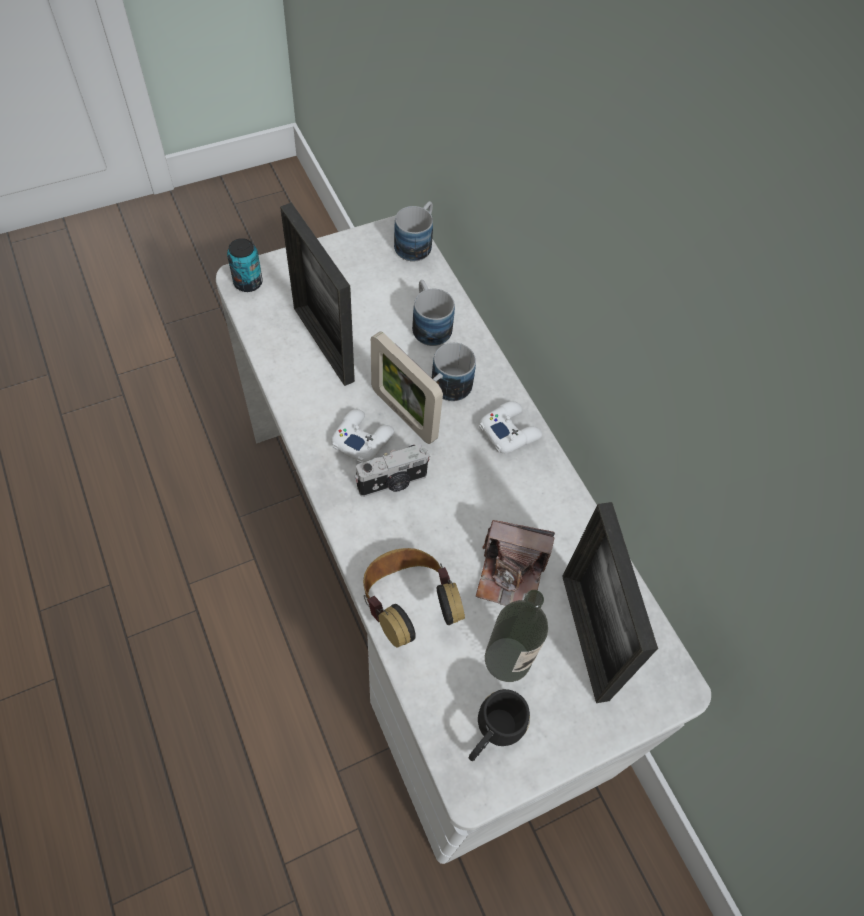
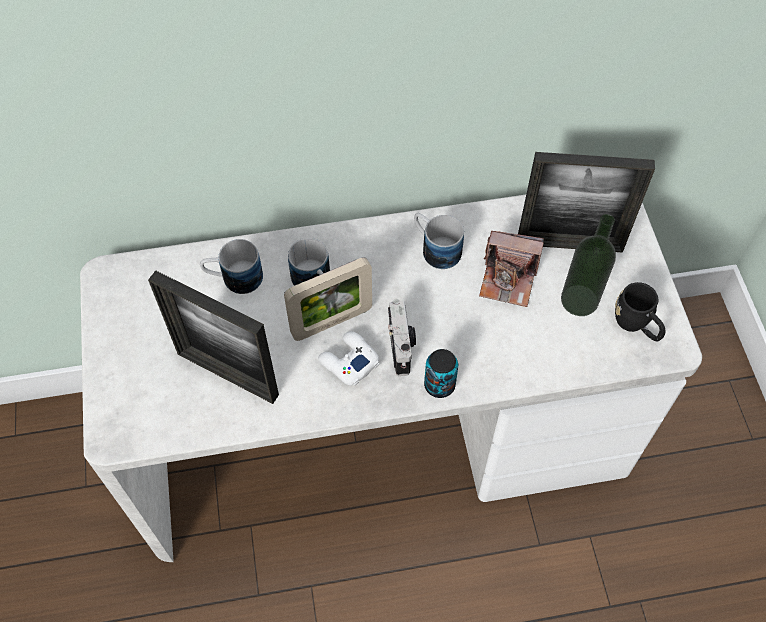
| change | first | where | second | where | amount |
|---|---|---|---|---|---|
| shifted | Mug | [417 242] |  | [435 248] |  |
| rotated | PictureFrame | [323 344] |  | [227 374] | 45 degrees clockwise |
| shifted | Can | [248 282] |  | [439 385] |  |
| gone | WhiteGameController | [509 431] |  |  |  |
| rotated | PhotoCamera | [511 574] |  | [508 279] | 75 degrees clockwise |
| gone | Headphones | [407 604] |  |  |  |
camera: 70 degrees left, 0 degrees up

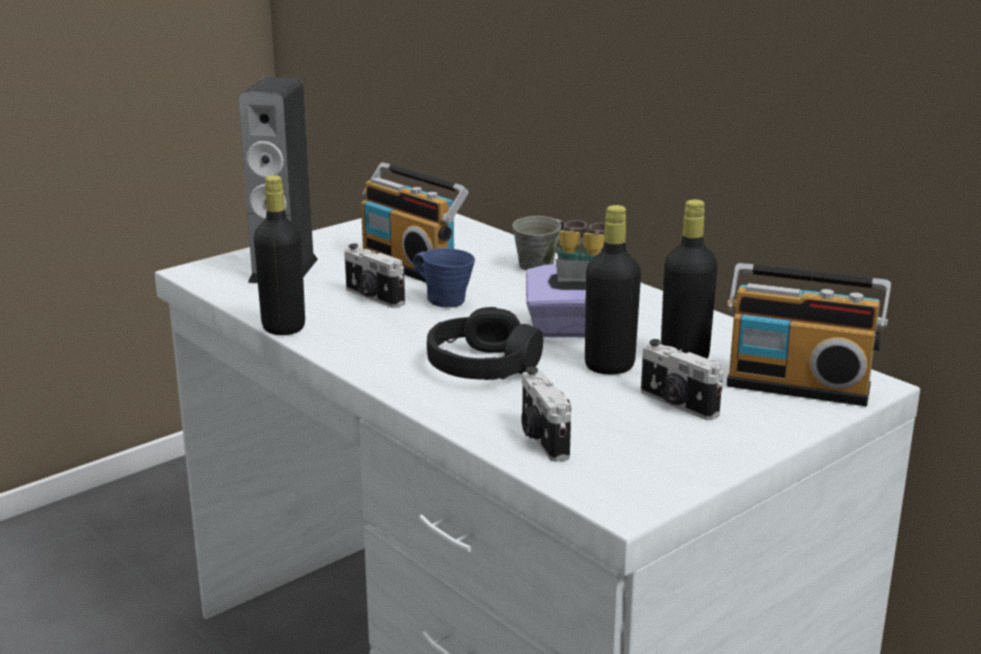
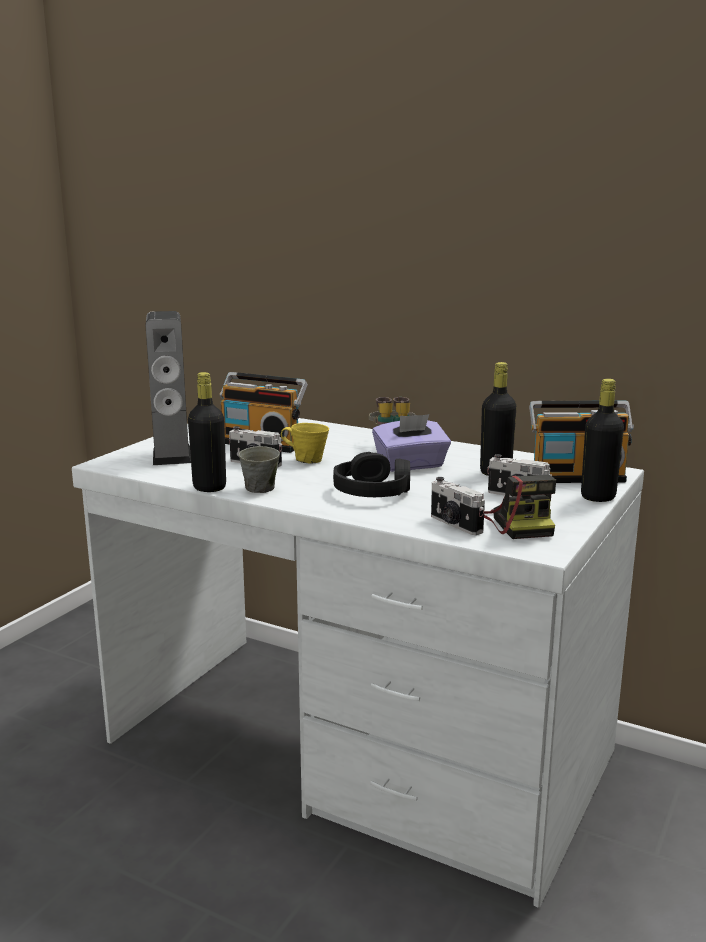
| change | first | where | second | where | amount |
|---|---|---|---|---|---|
| shifted | BlackBottle | [609 366] |  | [598 497] |  |
| shifted | GreyMug | [538 265] |  | [262 487] |  |
| repainted | BlueMug | [444 300] | YellowMug | [307 460] |  |
| new |  |  | PhotoCamera | [520 524] |  |
camera: 20 degrees left, 5 degrees down

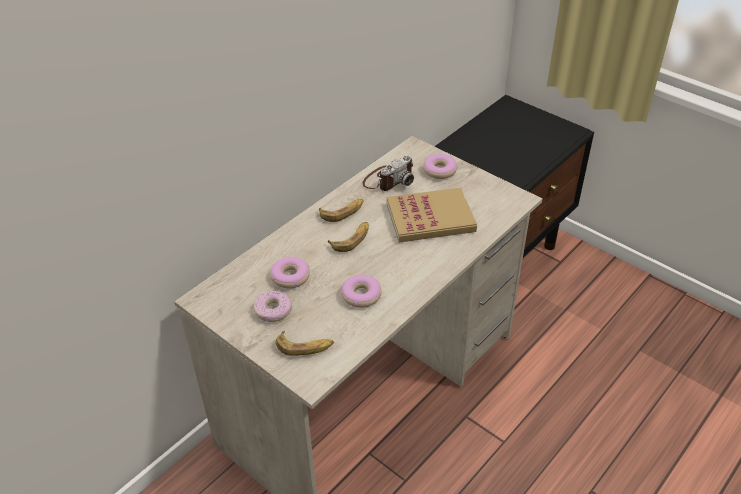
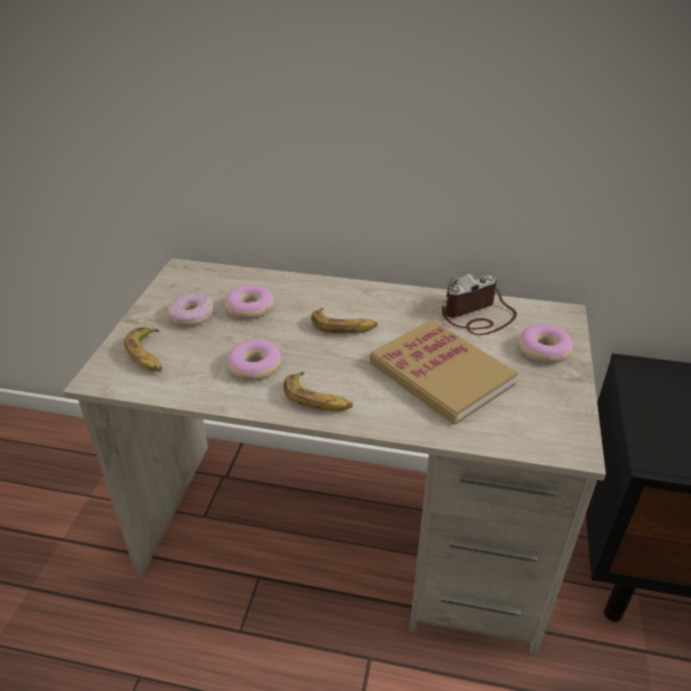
| change | first | where | second | where | amount |
|---|---|---|---|---|---|
| rotated | PhotoCamera | [388 179] |  | [478 316] | 135 degrees clockwise |
| shifted | Banana | [342 212] |  | [317 399] |  |
camera: 60 degrees right, 5 degrees down

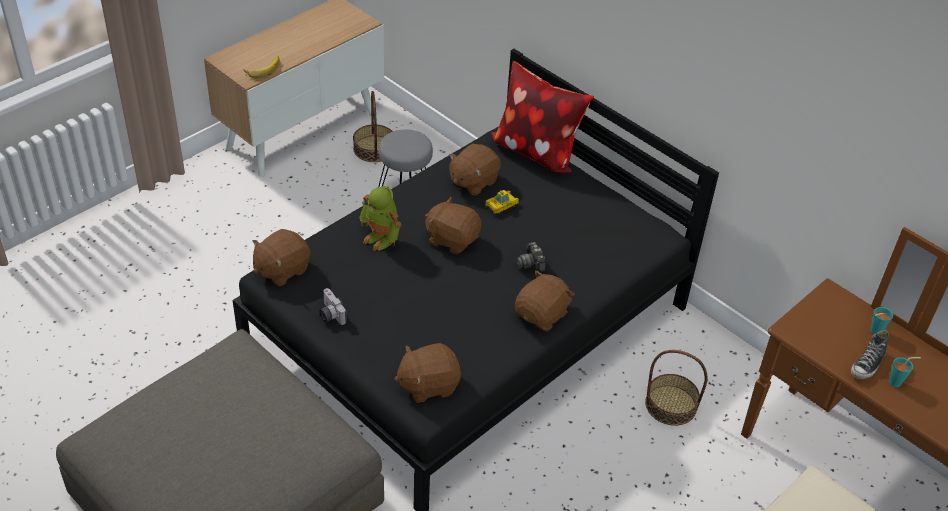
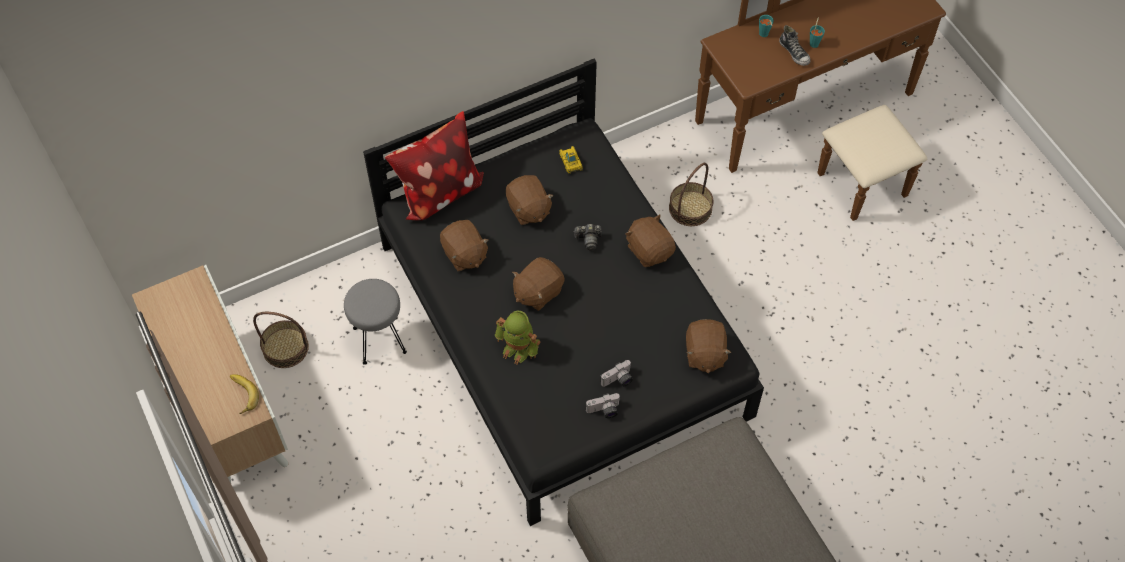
| change | first | where | second | where | amount |
|---|---|---|---|---|---|
| rotated | ToyRobot | [381 238] |  | [518 348] | 60 degrees clockwise |
| shifted | ToyCar | [502 205] |  | [570 162] |  |
| shifted | BrownPlushToy | [281 269] |  | [528 209] |  |
| new |  |  | PhotoCamera | [618 381] |  |
camera: 70 degrees left, 15 degrees up

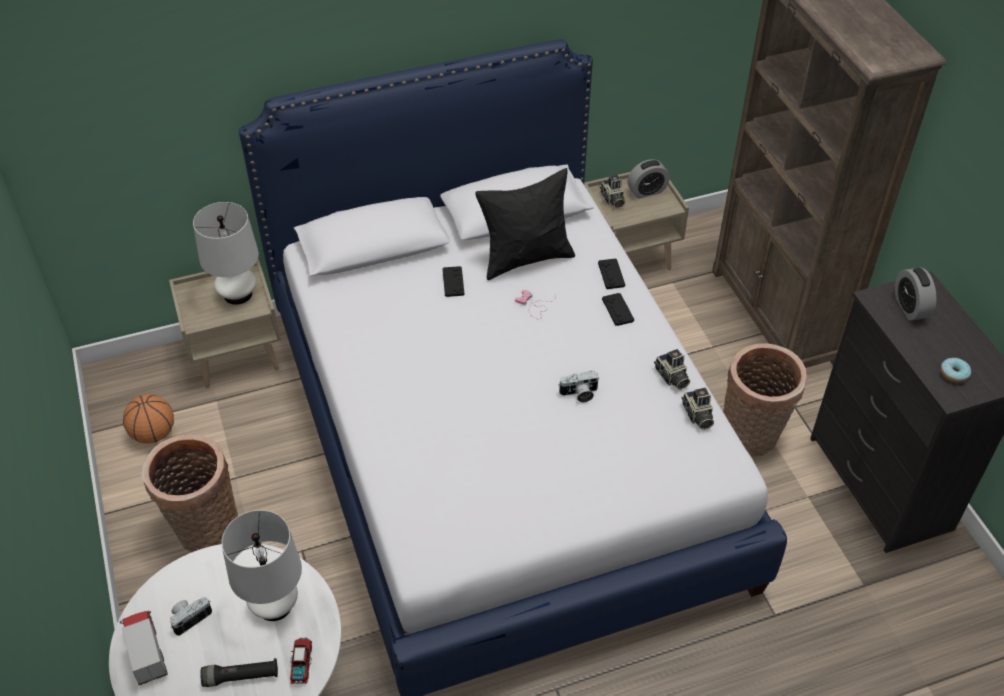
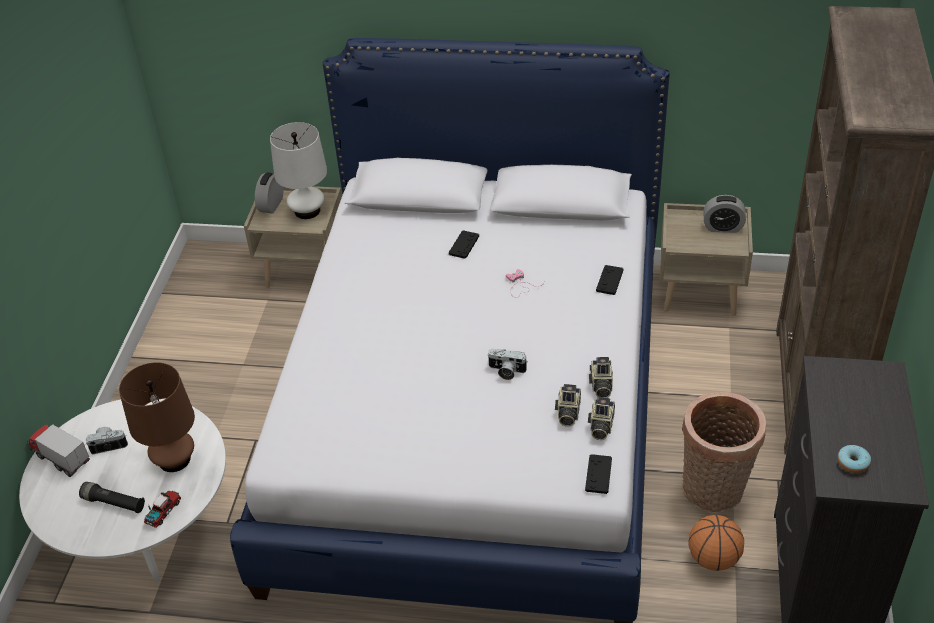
| change | first | where | second | where | amount |
|---|---|---|---|---|---|
| gone | BlackPillow | [526 258] |  |  |  |
| shifted | PhotoCamera | [612 200] |  | [567 413] |  |
| shifted | AlarmClock | [910 307] |  | [271 205] |  |
| shifted | BlackGameController | [617 310] |  | [598 474] |  |
| shifted | Basketball | [153 434] |  | [713 558] |  |
| gone | Basket | [204 530] |  |  |  |
| repainted | WhiteTableLamp | [274 605] | BrownTableLamp | [174 459] |  |
| rotated | ToyTruck | [147 654] |  | [61 459] | 60 degrees counterclockwise |
camera: 30 degrees right, 5 degrees down

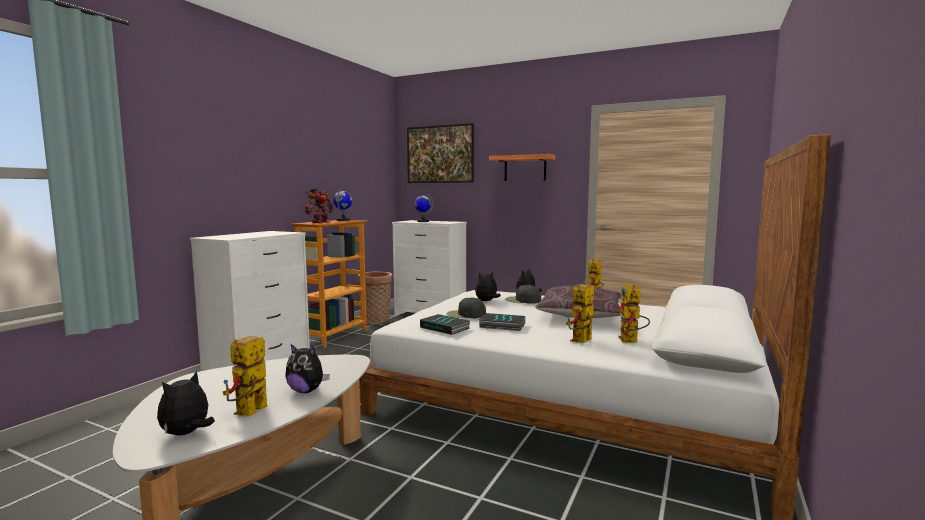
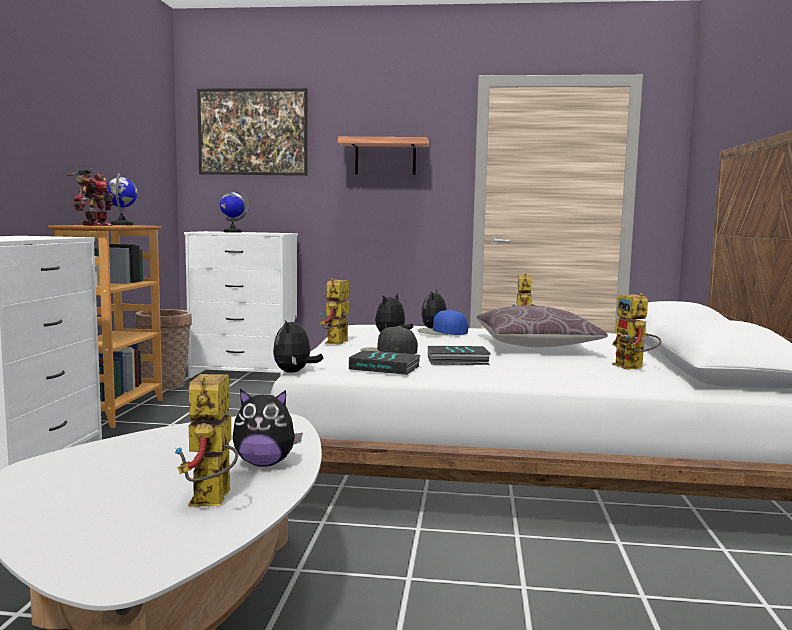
| change | first | where | second | where | amount |
|---|---|---|---|---|---|
| shifted | ToyRobot | [581 342] |  | [336 343] |  |
| repainted | BlackCap | [522 300] | BlueCap | [442 332] |  |
| shifted | PlushToy | [187 433] |  | [294 372] |  |
camera: 20 degrees left, 0 degrees up

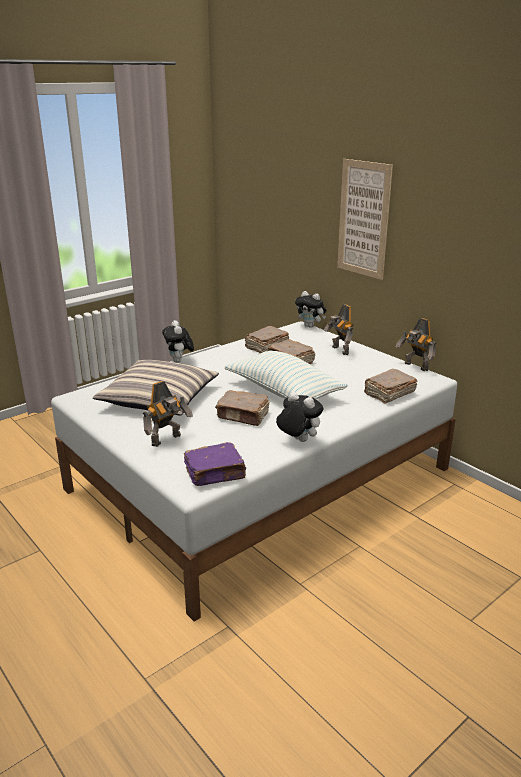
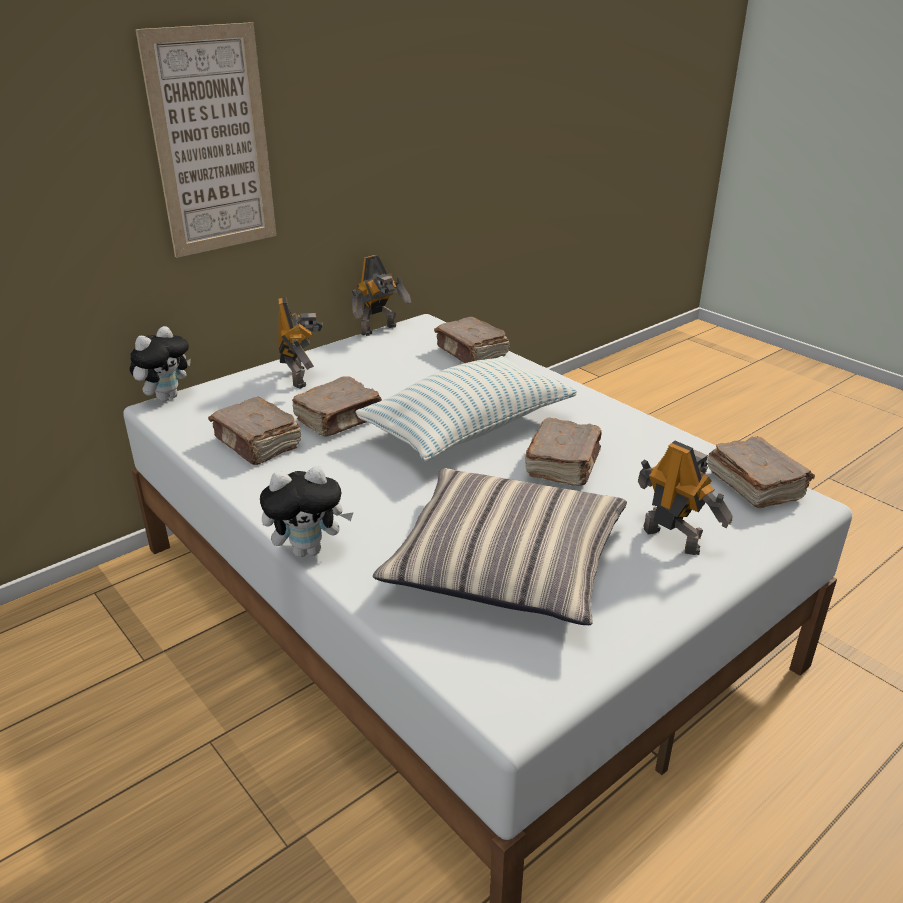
| change | first | where | second | where | amount |
|---|---|---|---|---|---|
| rotated | ToyRobot | [339 350] |  | [301 377] | 75 degrees counterclockwise |
| gone | PlushToy | [298 440] |  |  |  |
| repainted | PurpleBook | [215 474] | BrownBook | [754 485] |  |
camera: 90 degrees left, 5 degrees up

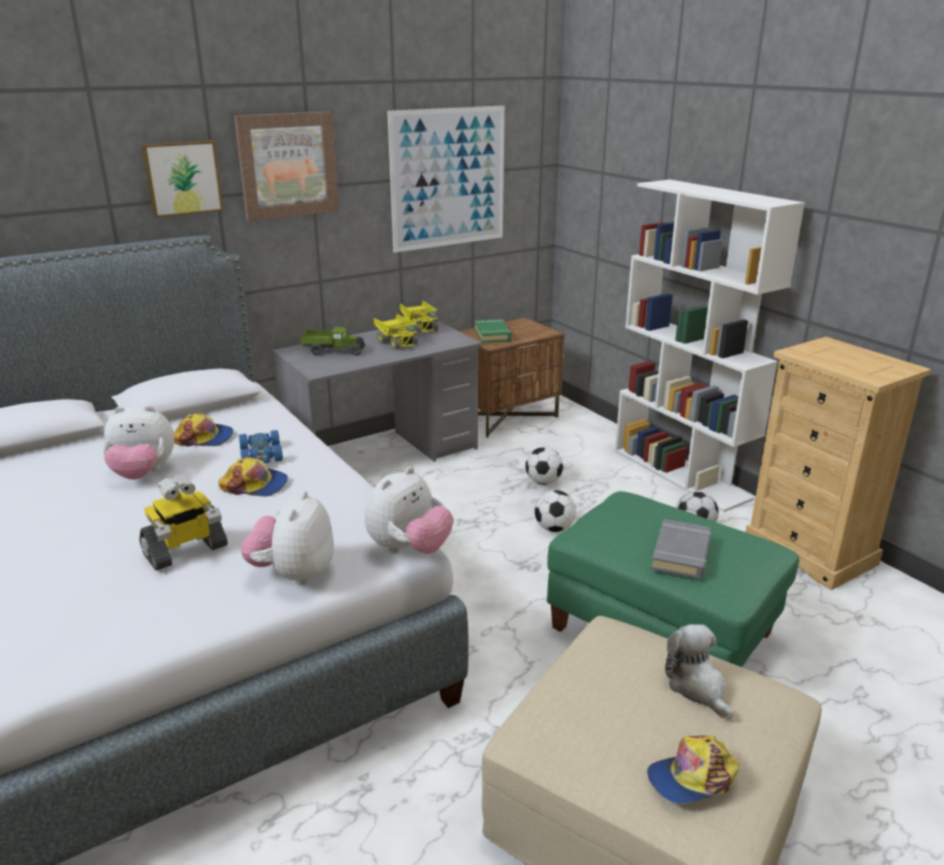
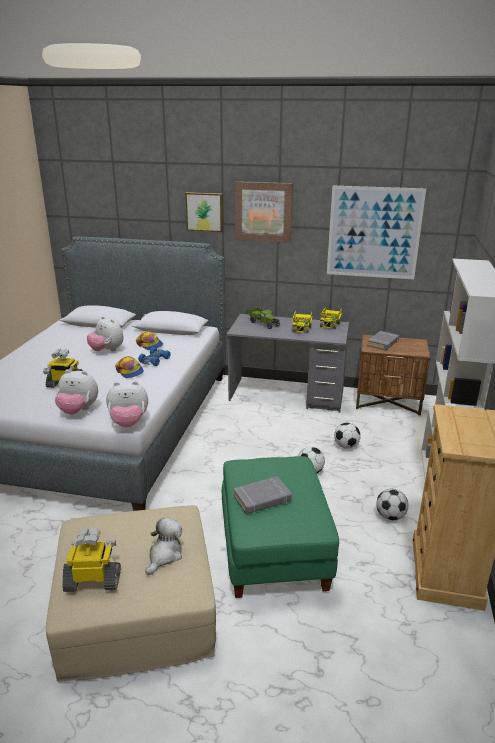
| change | first | where | second | where | amount |
|---|---|---|---|---|---|
| repainted | GreenBook | [492 334] | GreyBook | [383 343] |  |
| rotated | PlushToy | [294 574] |  | [78 410] | 135 degrees counterclockwise |
| swapped | Cap | [692 777] | ToyRobot | [94 580] |  |
camera: 45 degrees right, 0 degrees up

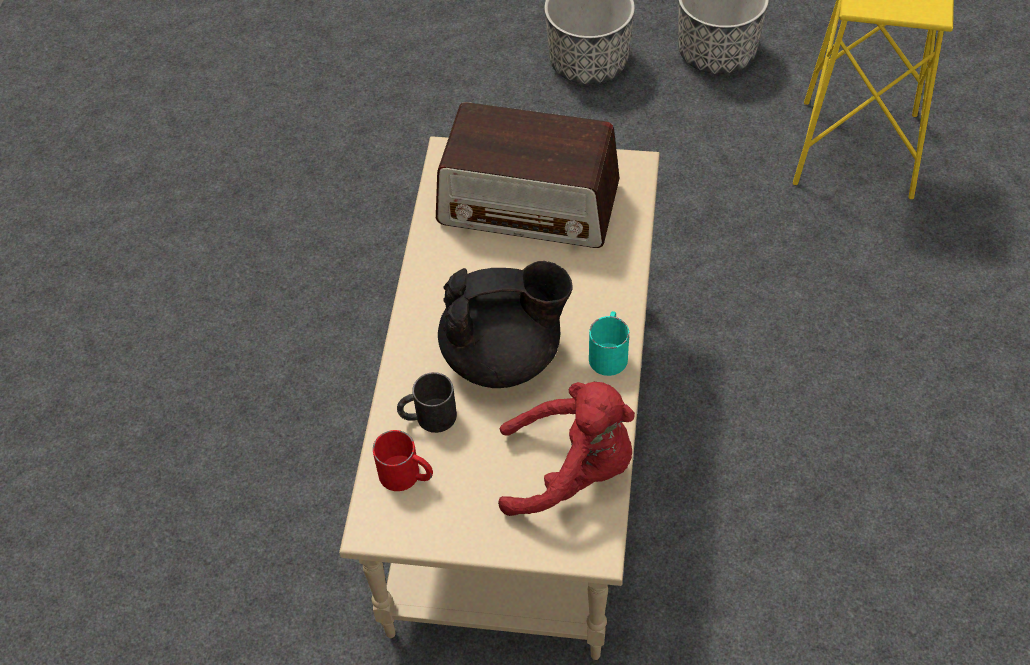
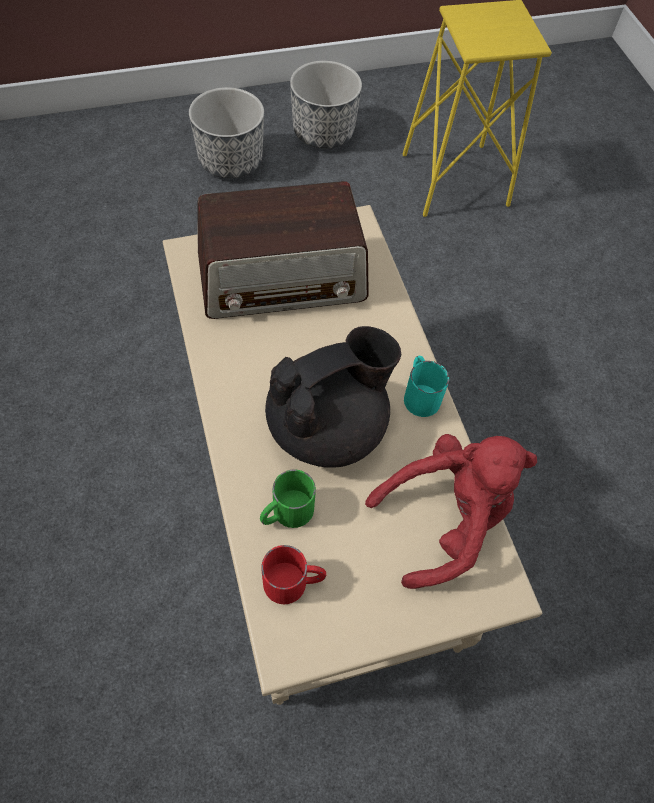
| change | first | where | second | where | amount |
|---|---|---|---|---|---|
| repainted | BlackMug | [428 417] | GreenMug | [286 513] |  |
camera: 30 degrees left, 5 degrees up

